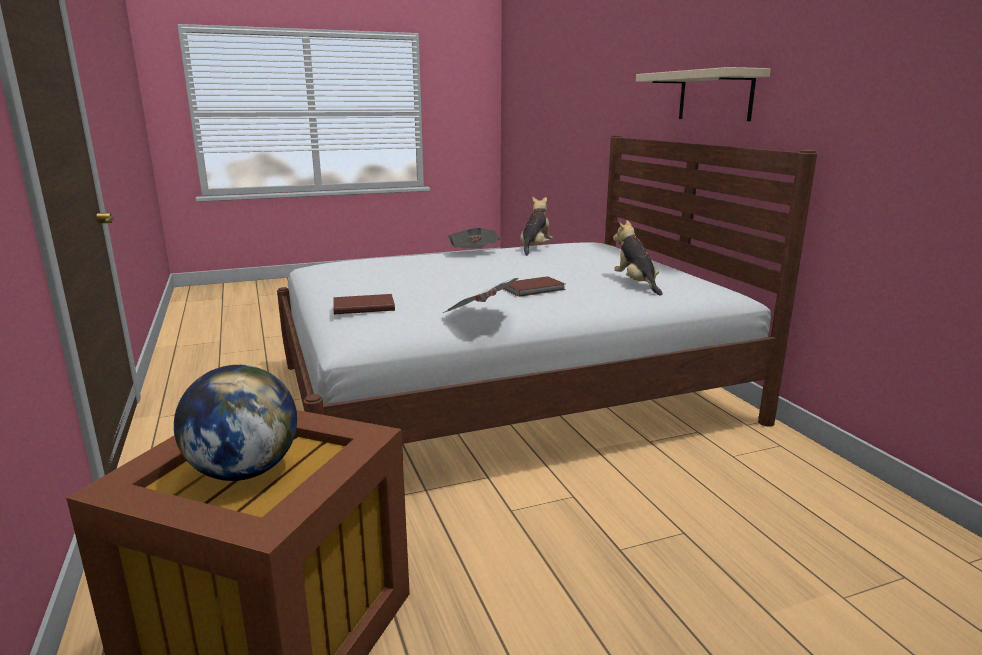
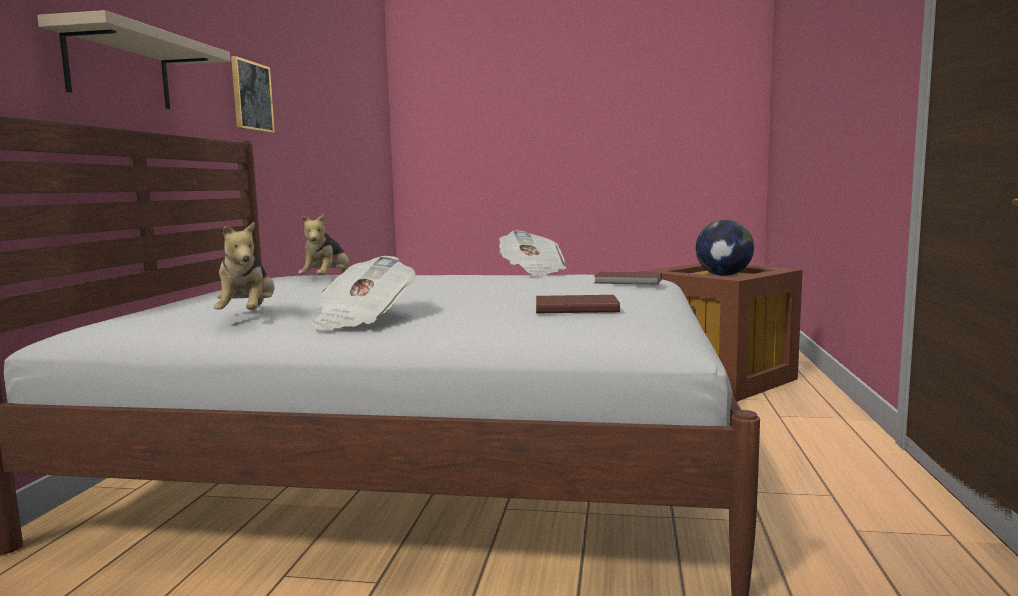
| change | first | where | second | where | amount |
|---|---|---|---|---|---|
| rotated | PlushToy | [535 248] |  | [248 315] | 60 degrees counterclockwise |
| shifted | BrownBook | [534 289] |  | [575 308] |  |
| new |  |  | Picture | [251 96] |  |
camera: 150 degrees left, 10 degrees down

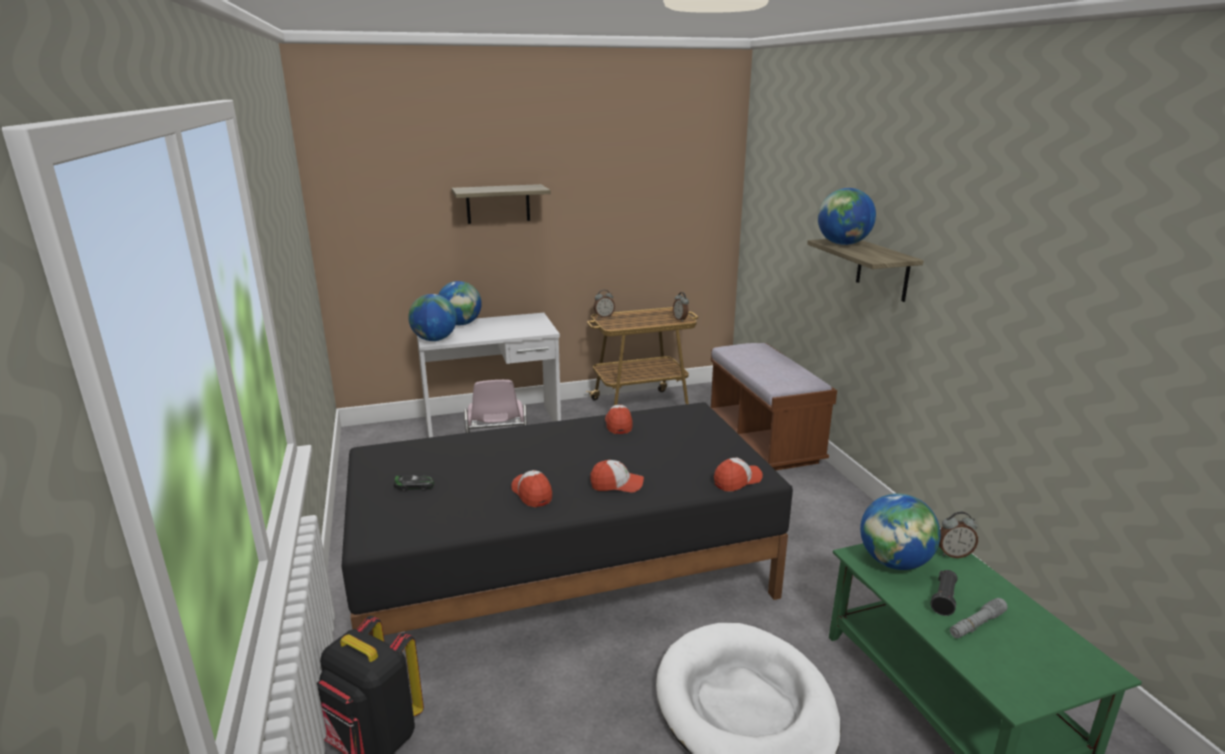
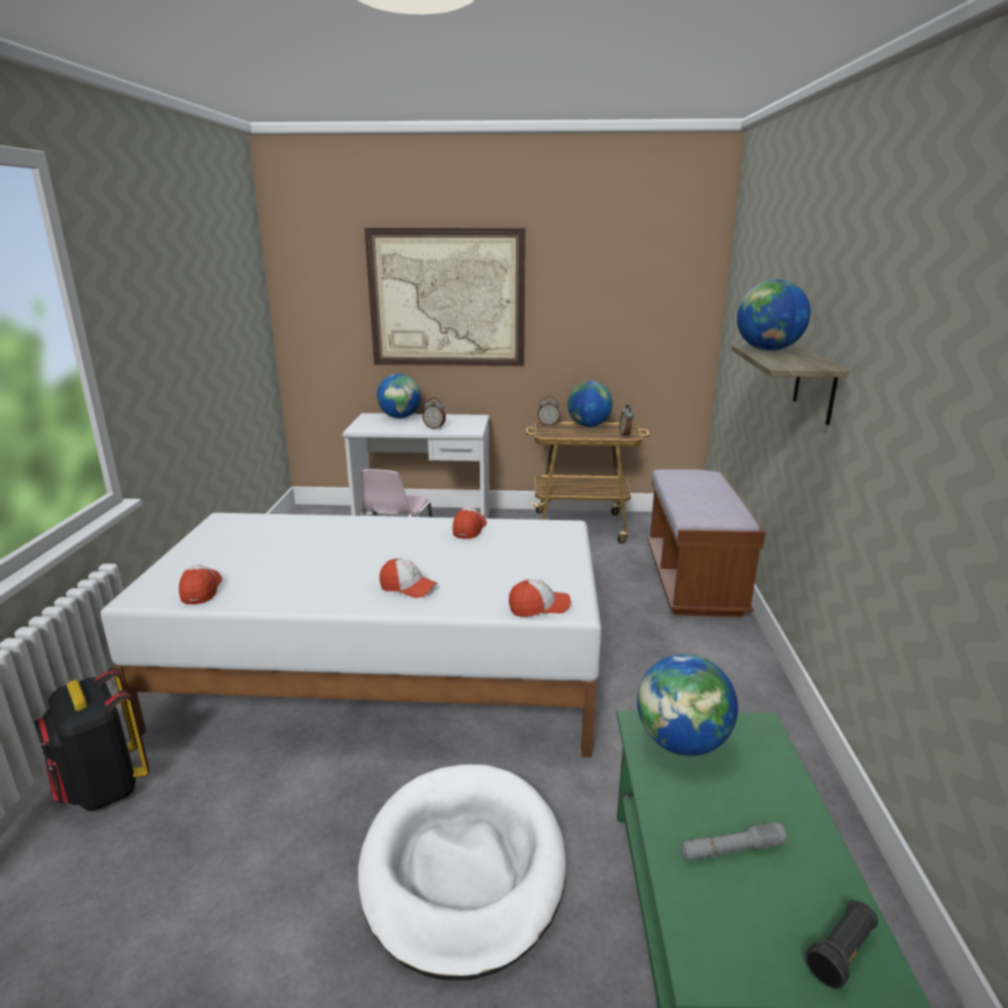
| change | first | where | second | where | amount |
|---|---|---|---|---|---|
| swapped | Shelf | [498 204] | Picture | [447 299] |  |
| shifted | Globe | [434 340] |  | [588 426] |  |
| repainted | BlackBed | [561 573] | WhiteBed | [382 675] |  |
| shifted | Cap | [532 494] |  | [201 590] |  |
| gone | ToyCar | [414 486] |  |  |  |
| shifted | AlarmClock | [953 554] |  | [434 427] |  |
| shifted | BlackFlashlight | [944 599] |  | [841 953] |  |
camera: 20 degrees right, 0 degrees up

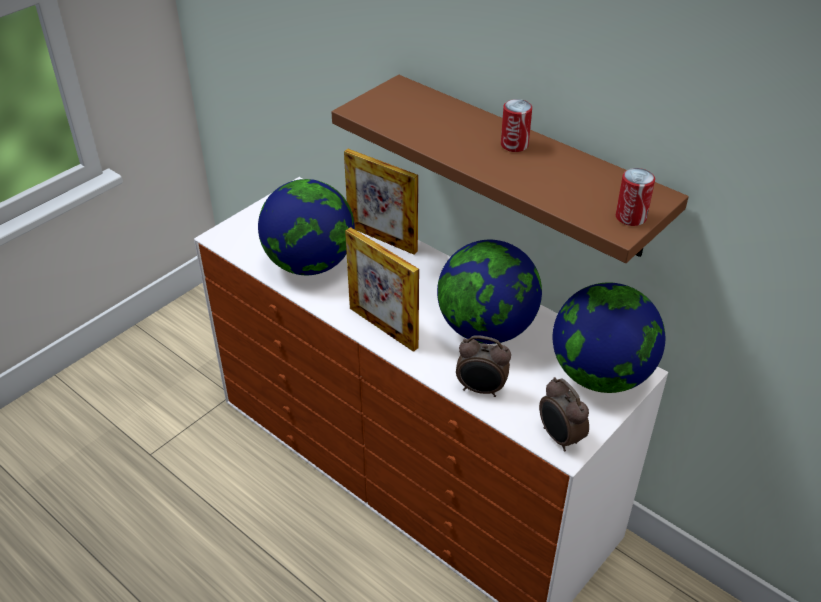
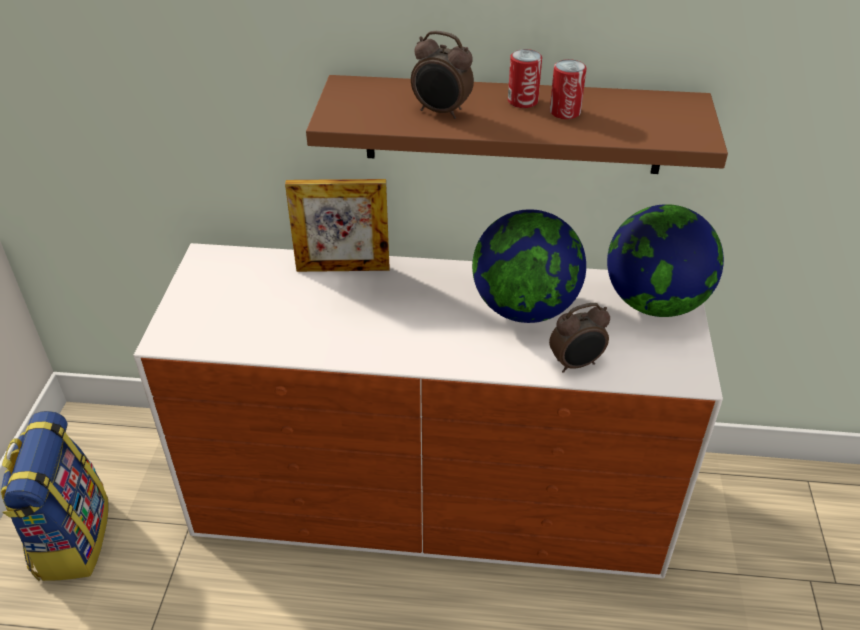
| change | first | where | second | where | amount |
|---|---|---|---|---|---|
| shifted | Can | [630 217] |  | [565 112] |  |
| gone | Globe | [310 264] |  |  |  |
| gone | PictureFrame | [383 327] |  |  |  |
| shifted | AlarmClock | [559 438] |  | [441 112] |  |
| new |  |  | Backpack | [71 538] |  |
camera: 35 degrees left, 0 degrees up

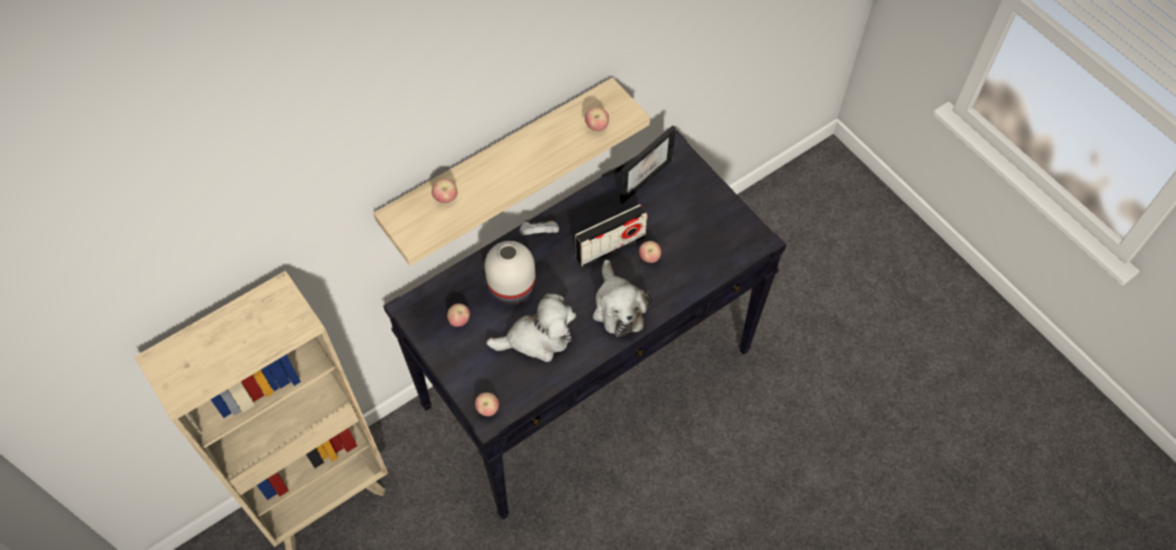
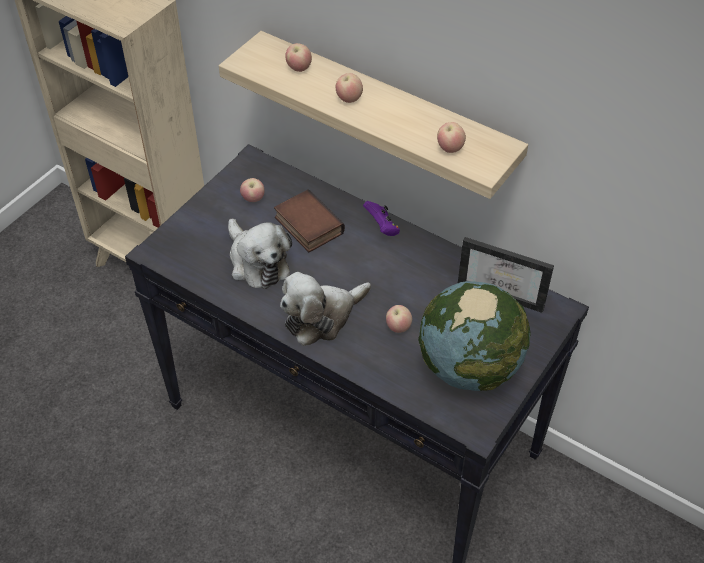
| change | first | where | second | where | amount |
|---|---|---|---|---|---|
| gone | Radio | [610 246] |  |  |  |
| repainted | WhiteGameController | [539 234] | PurpleGameController | [382 228] |  |
| swapped | WhiteVase | [511 288] | Book | [306 225] |  |
| shifted | Apple | [488 409] |  | [349 99] |  |
| new |  |  | Globe | [470 367] |  |
camera: 70 degrees right, 10 degrees down

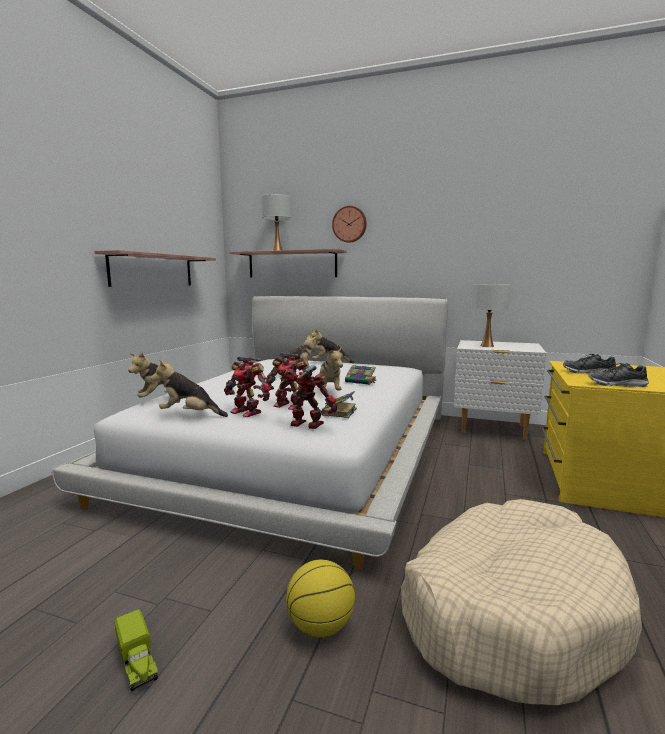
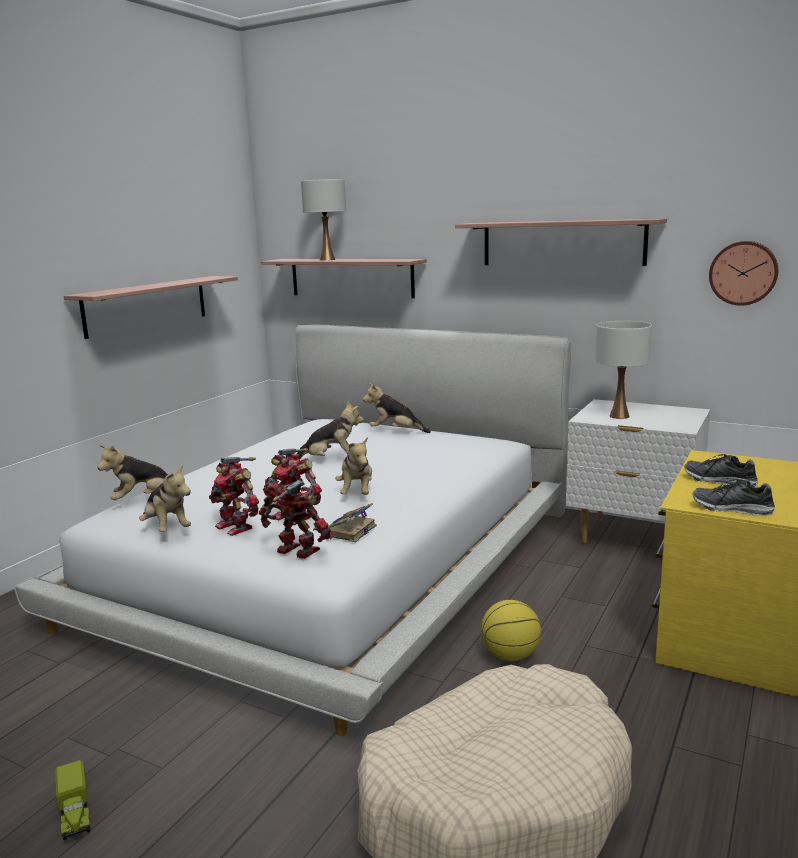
| change | first | where | second | where | amount |
|---|---|---|---|---|---|
| shifted | WallClock | [349 224] |  | [743 273] |  |
| rotated | PlushToy | [189 415] |  | [166 528] | 150 degrees counterclockwise |
| gone | Book | [361 381] |  |  |  |
| shifted | Basketball | [320 626] |  | [510 655] |  |
| new |  |  | Shelf | [562 243] |  |
camera: 10 degrees right, 5 degrees up

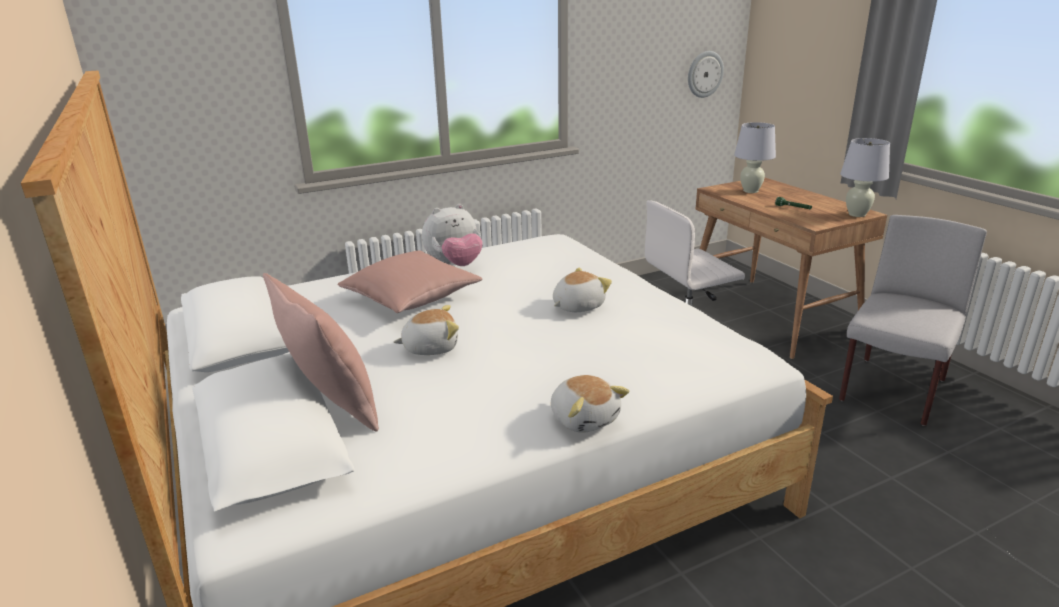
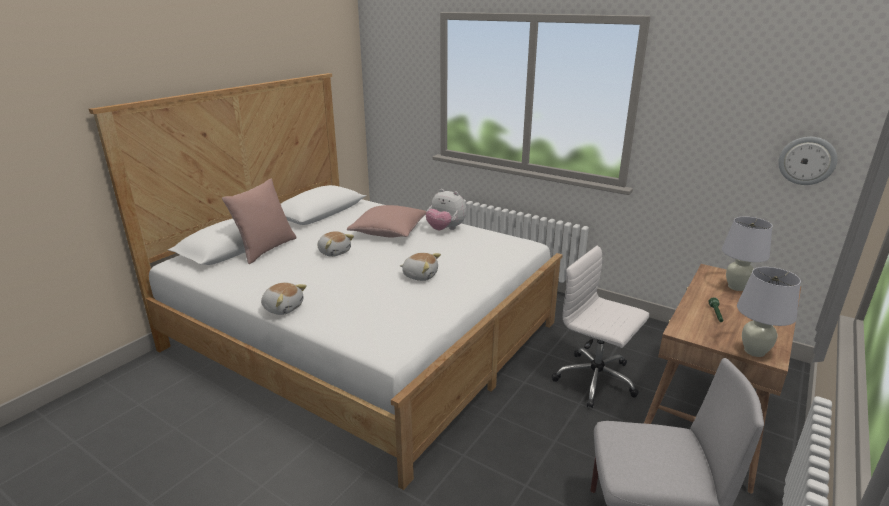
| change | first | where | second | where | amount |
|---|---|---|---|---|---|
| rotated | PlushToy | [584 418] |  | [283 307] | 90 degrees counterclockwise |
camera: 60 degrees right, 0 degrees up

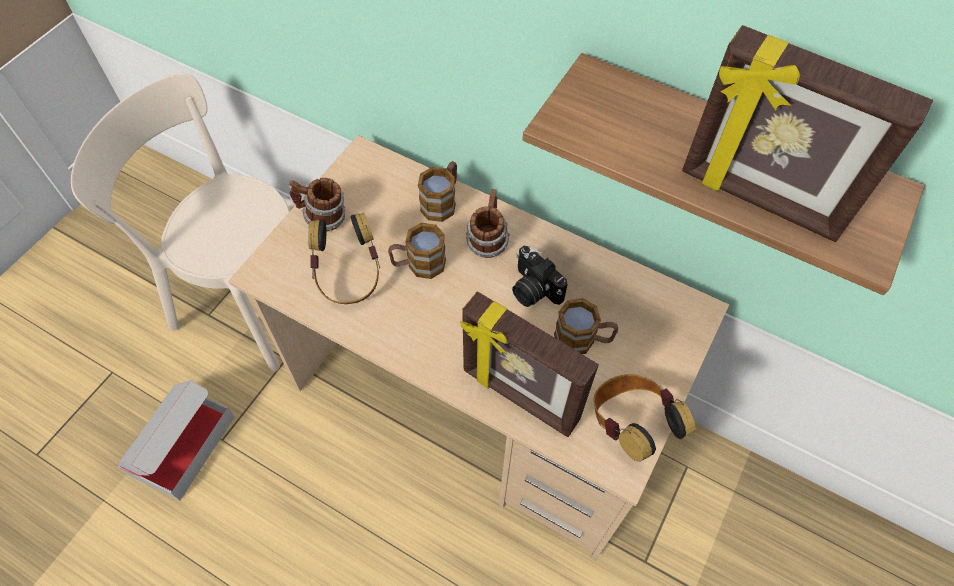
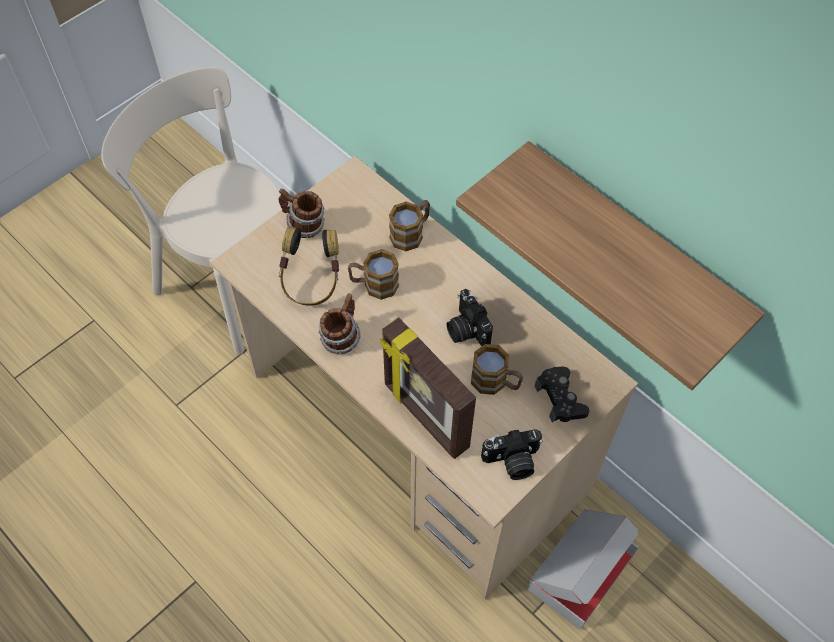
| change | first | where | second | where | amount |
|---|---|---|---|---|---|
| gone | PictureFrame | [759 200] |  |  |  |
| shifted | Mug | [487 241] |  | [341 337] |  |
| swapped | Headphones | [631 424] | PhotoCamera | [512 462] |  |
| shifted | CardboardBox | [182 444] |  | [580 571] |  |
| new |  |  | BlackGameController | [560 399] |  |
camera: 15 degrees right, 0 degrees up

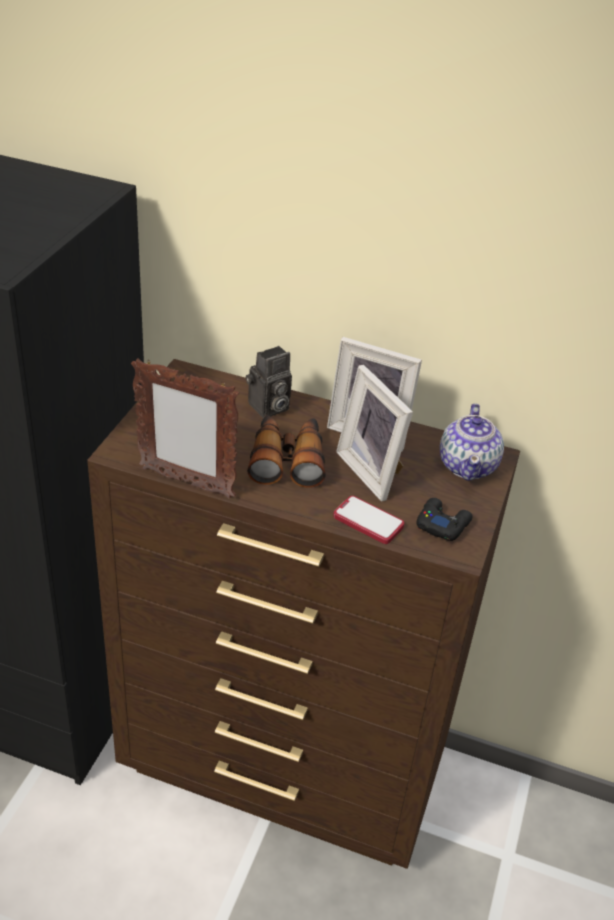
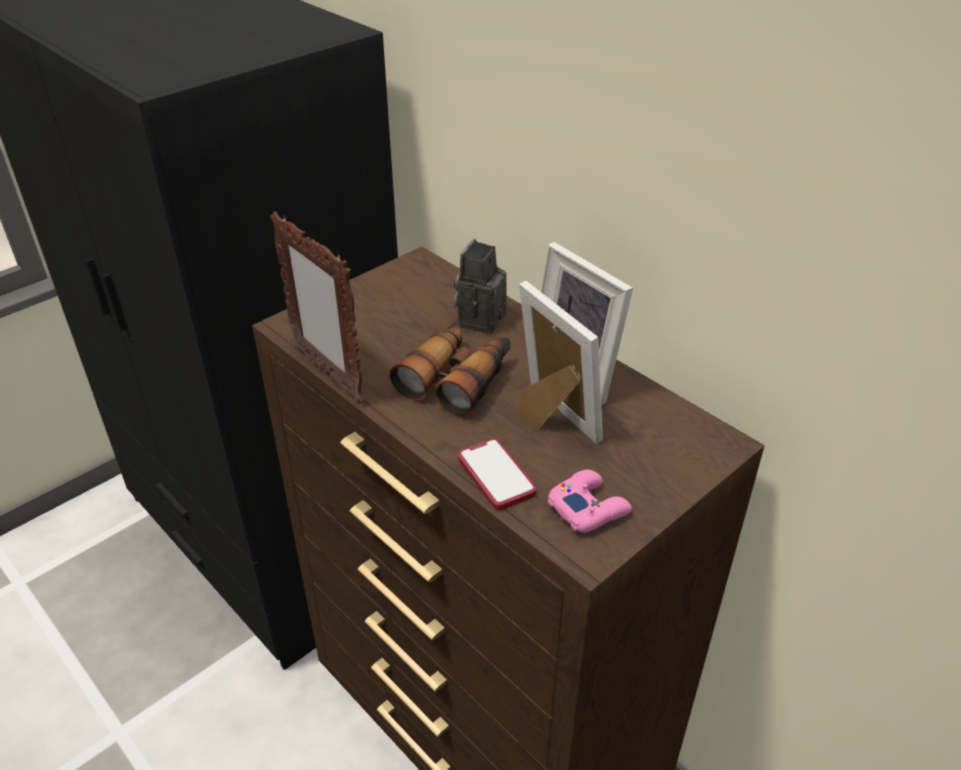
| change | first | where | second | where | amount |
|---|---|---|---|---|---|
| rotated | PhotoCamera | [268 408] |  | [480 318] | 120 degrees clockwise |
| rotated | PictureFrame | [374 471] |  | [548 419] | 150 degrees clockwise |
| gone | Teapot | [468 465] |  |  |  |
| repainted | BlackGameController | [442 524] | PinkGameController | [588 507] |  |
camera: 30 degrees right, 0 degrees up

